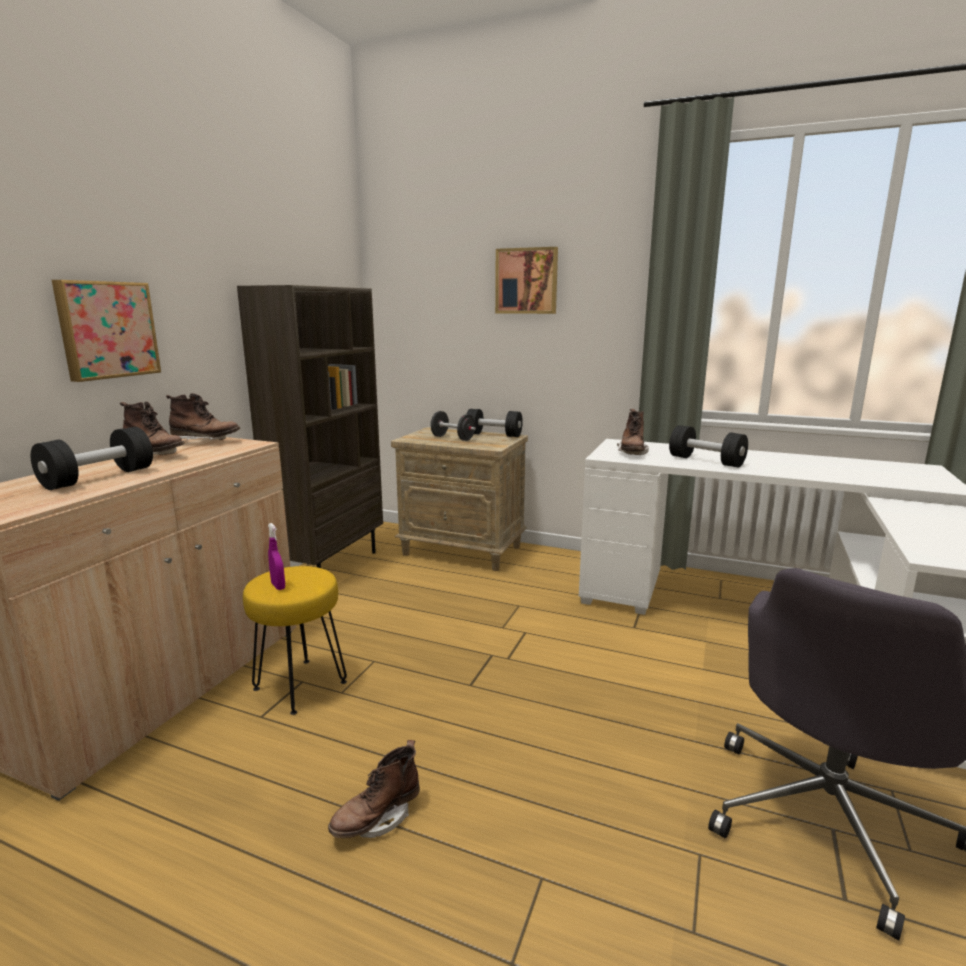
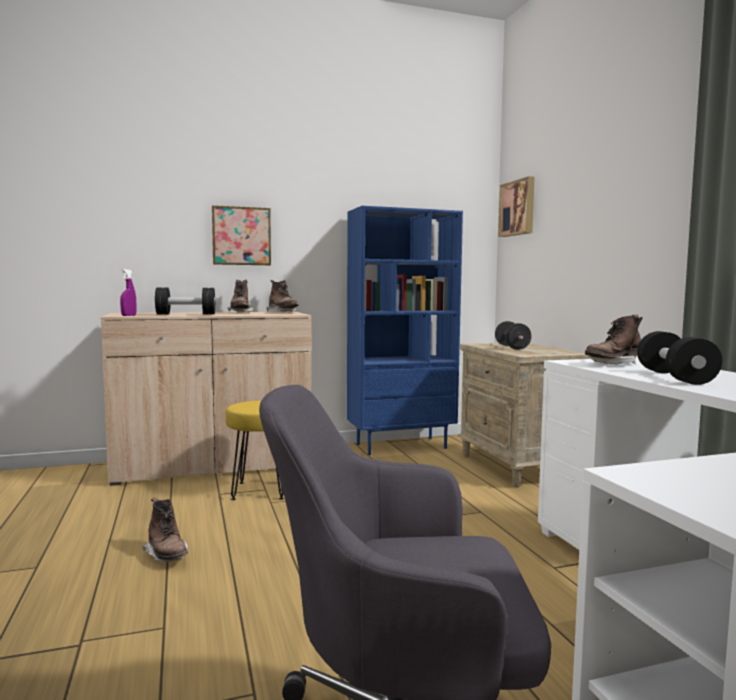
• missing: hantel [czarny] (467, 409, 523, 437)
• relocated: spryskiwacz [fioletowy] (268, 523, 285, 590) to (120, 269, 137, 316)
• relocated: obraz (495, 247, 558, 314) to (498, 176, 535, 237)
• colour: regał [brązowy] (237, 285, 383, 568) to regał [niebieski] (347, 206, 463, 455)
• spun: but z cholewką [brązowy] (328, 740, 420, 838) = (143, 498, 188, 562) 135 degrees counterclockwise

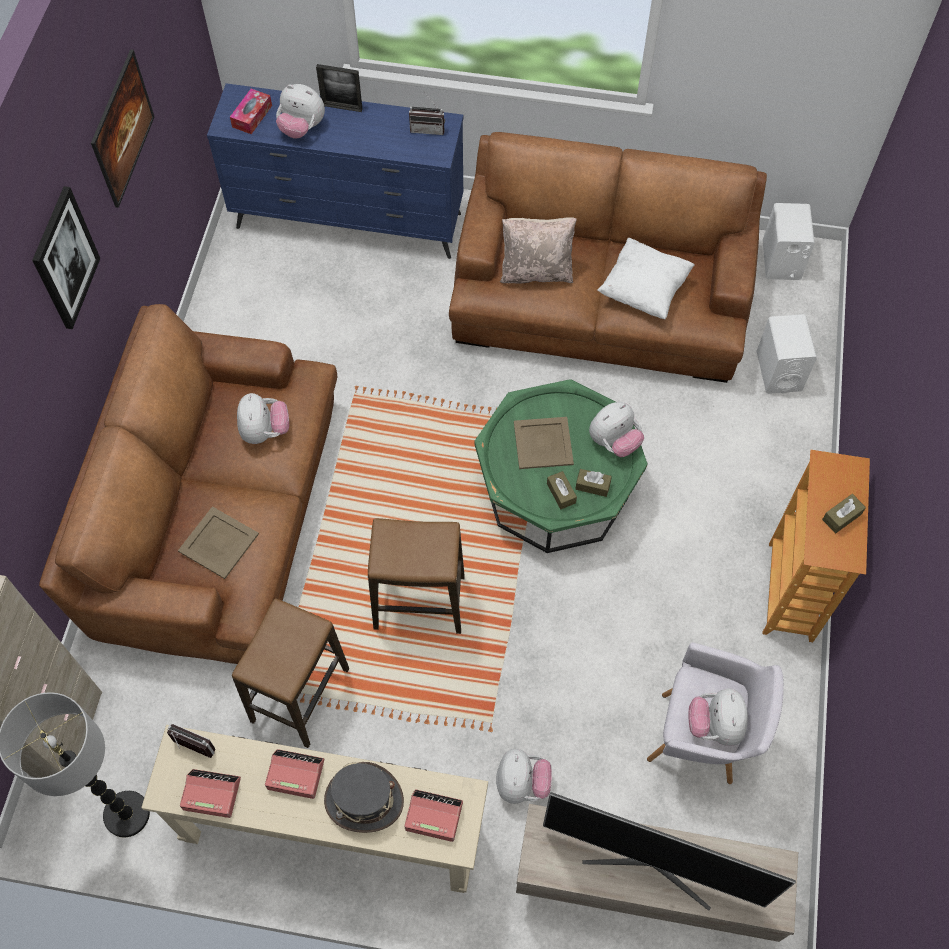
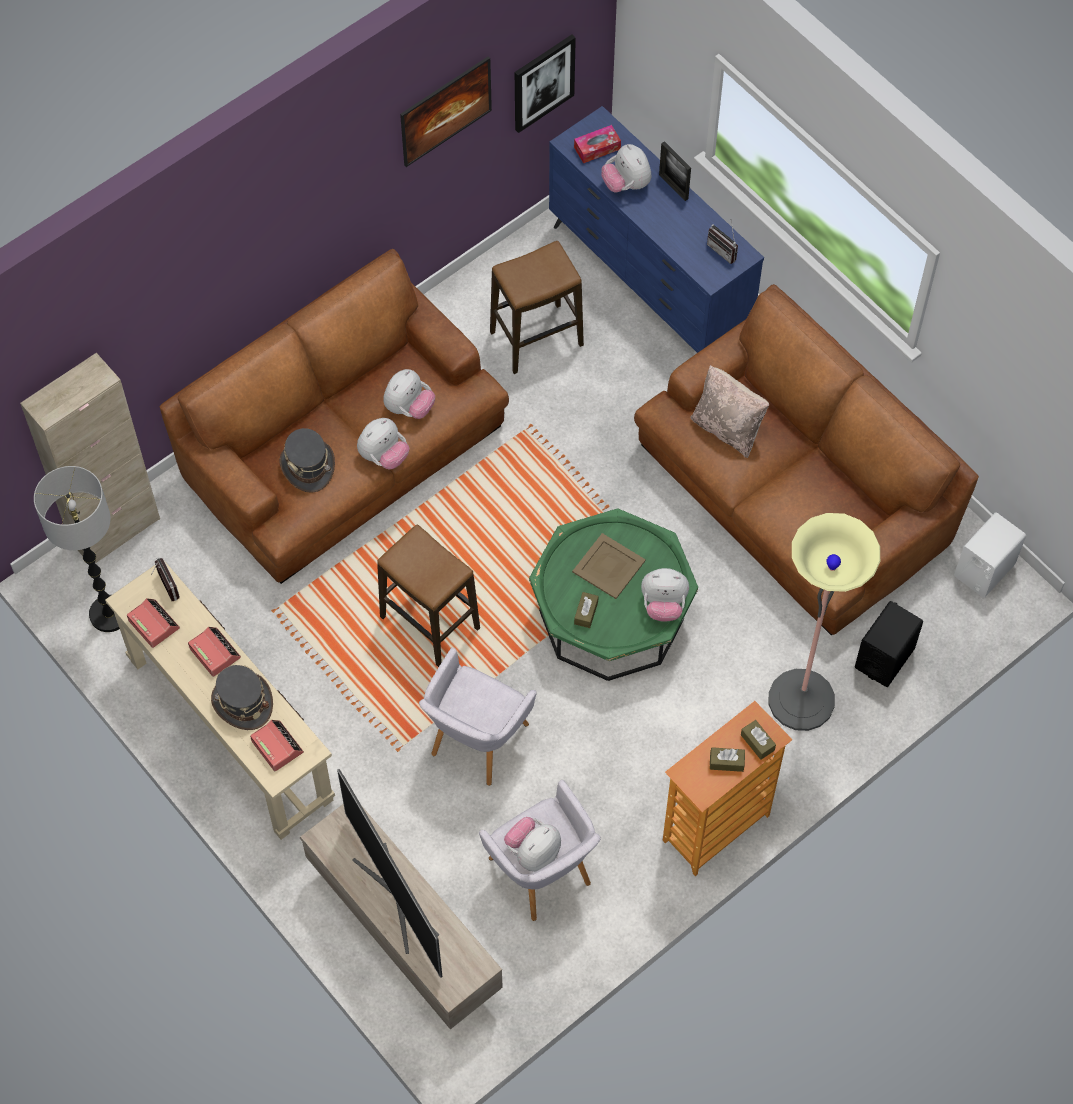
• missing: poduszka [biały] (597, 238, 694, 319)
• appeared: fotel [szary] (419, 648, 537, 786)
• appeared: lampa stojąca (769, 513, 880, 731)
• relocated: obraz (32, 186, 100, 329) to (515, 35, 576, 133)
• relocated: stołek (232, 599, 349, 748) to (490, 241, 584, 374)
• relocated: pluszak (496, 749, 552, 804) to (357, 418, 410, 469)
• relocated: pudełko chusteczek [brązowy] (575, 469, 612, 497) to (741, 720, 776, 760)
• exchanged: taca [beżowy] (178, 506, 259, 579) to kapelusz [szary] (279, 428, 335, 493)
• colour: głośnik [biały] (756, 314, 817, 394) to głośnik [czarny] (855, 601, 923, 687)

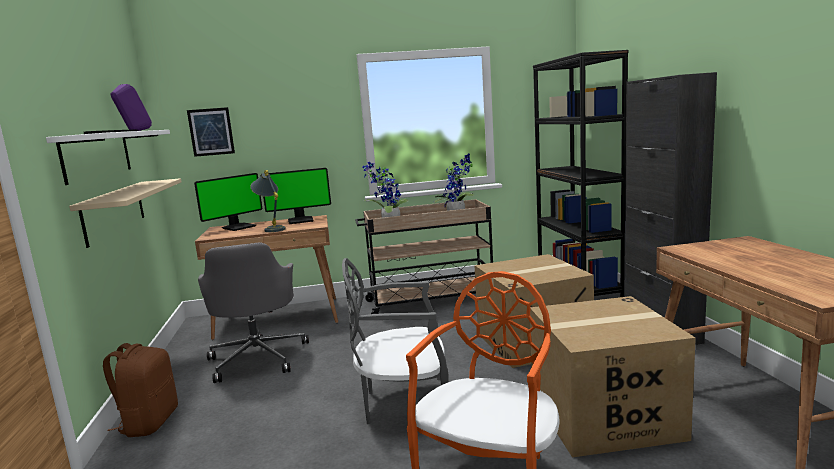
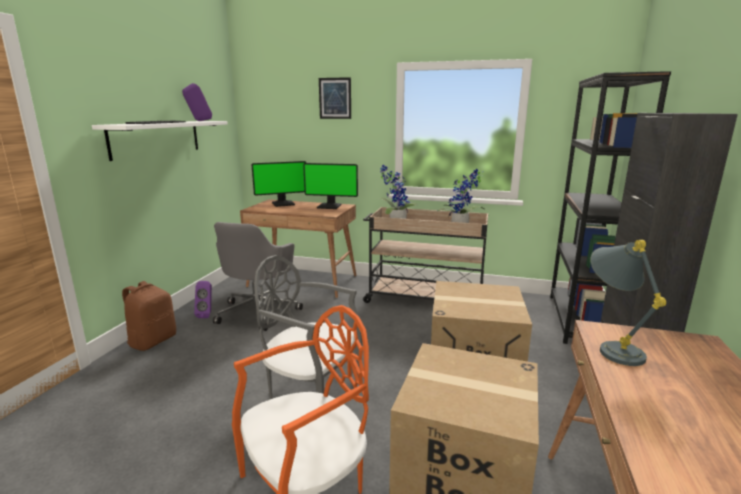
• missing: półka [beżowy] (69, 178, 182, 248)
• appeared: głośnik [fioletowy] (194, 281, 212, 318)
• relocated: obraz (187, 107, 235, 157) to (319, 77, 351, 119)
• relocated: lampa stołowa [szary] (250, 170, 286, 232) to (590, 240, 666, 366)

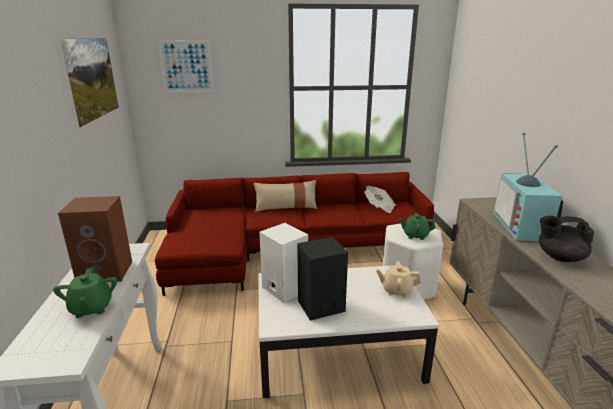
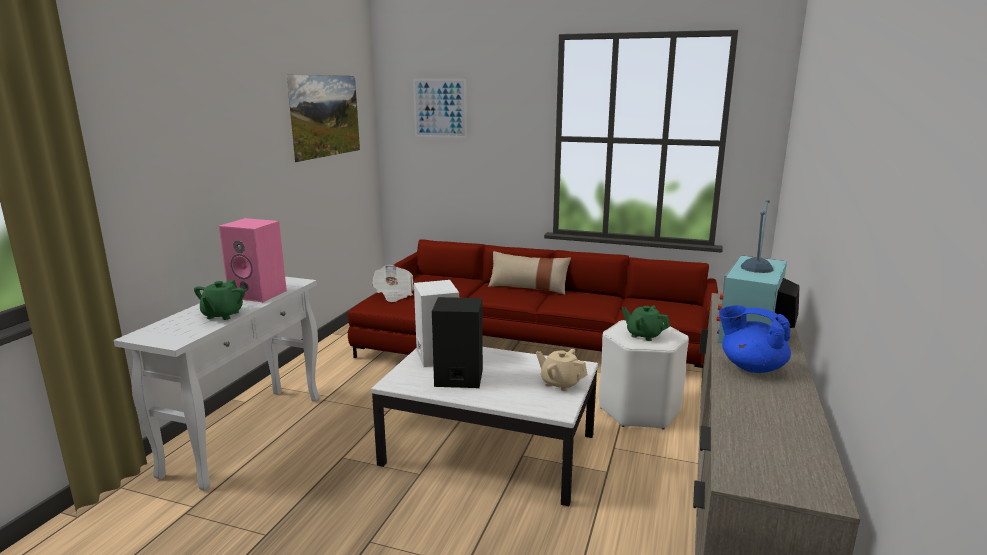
• relocated: gazeta (365, 186, 396, 213) to (372, 265, 414, 302)
• colour: głośnik [brązowy] (58, 196, 132, 282) to głośnik [różowy] (219, 218, 287, 302)
• colour: imbryk [czarny] (539, 216, 594, 262) to imbryk [niebieski] (719, 305, 791, 373)

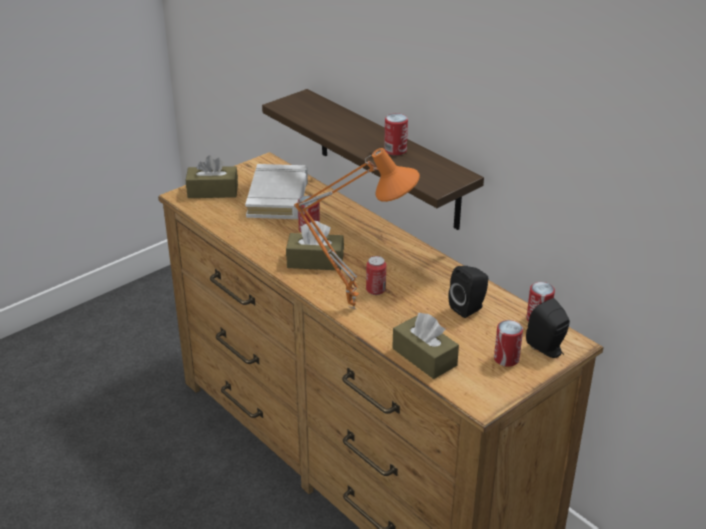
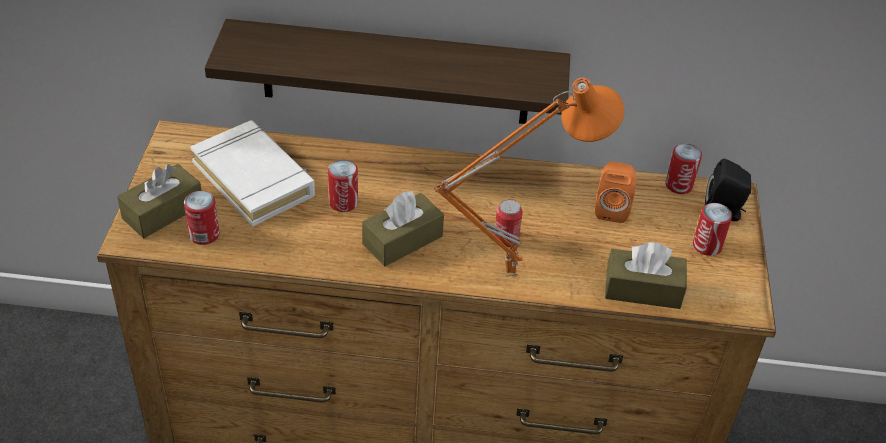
• relocated: puszka (384, 113, 408, 155) to (184, 191, 219, 245)
• colour: głośnik [czarny] (448, 266, 488, 318) to głośnik [pomarańczowy] (595, 161, 636, 223)

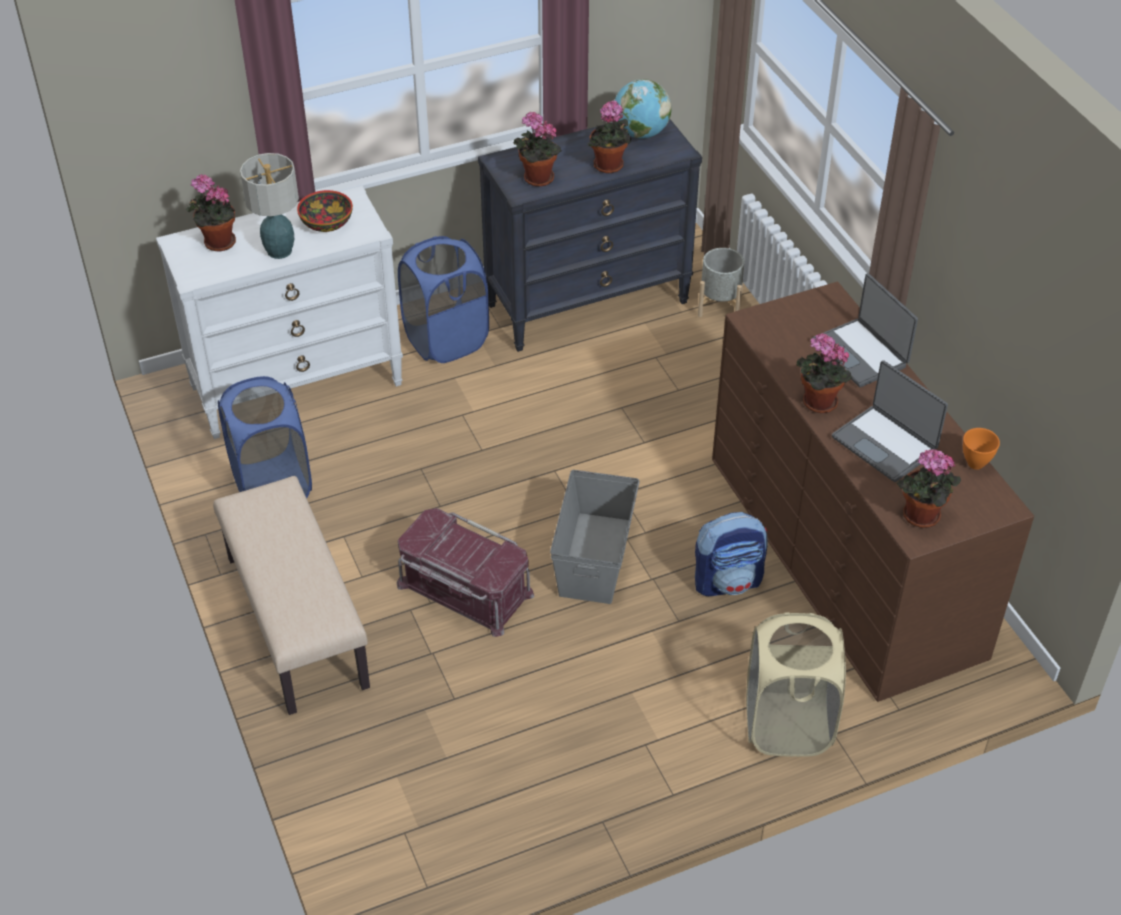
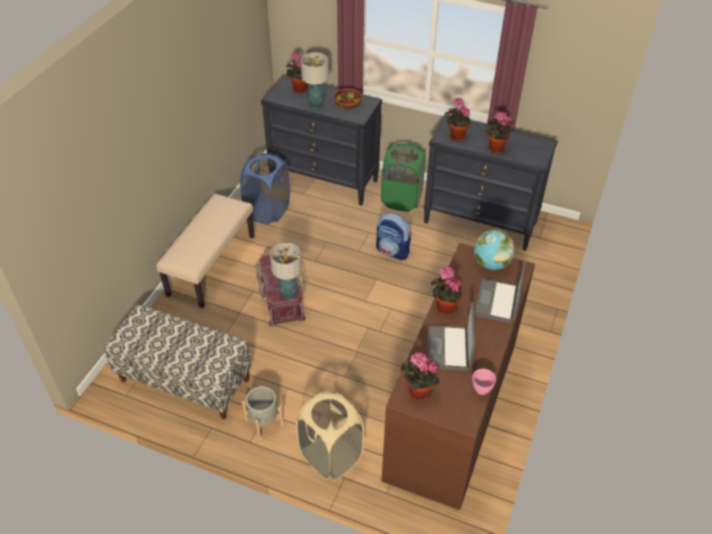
• missing: pojemnik do przechowywania [szary] (550, 470, 639, 604)
• appeared: ławka (104, 305, 252, 419)
• appeared: lampa stołowa (270, 243, 302, 299)
• relocated: globus (615, 79, 672, 138) to (474, 230, 515, 270)
• relocated: plecak (695, 512, 768, 596) to (376, 213, 411, 261)
• relocated: donica [szary] (698, 248, 745, 317) to (242, 386, 284, 439)
• colour: komoda [biały] (156, 186, 403, 439) to komoda [czarny] (261, 76, 382, 206)
• colour: kosz na pranie [niebieski] (398, 236, 489, 363) to kosz na pranie [zielony] (381, 143, 426, 212)
• colour: miska [pomarańczowy] (963, 428, 1000, 470) to miska [różowy] (472, 369, 496, 395)

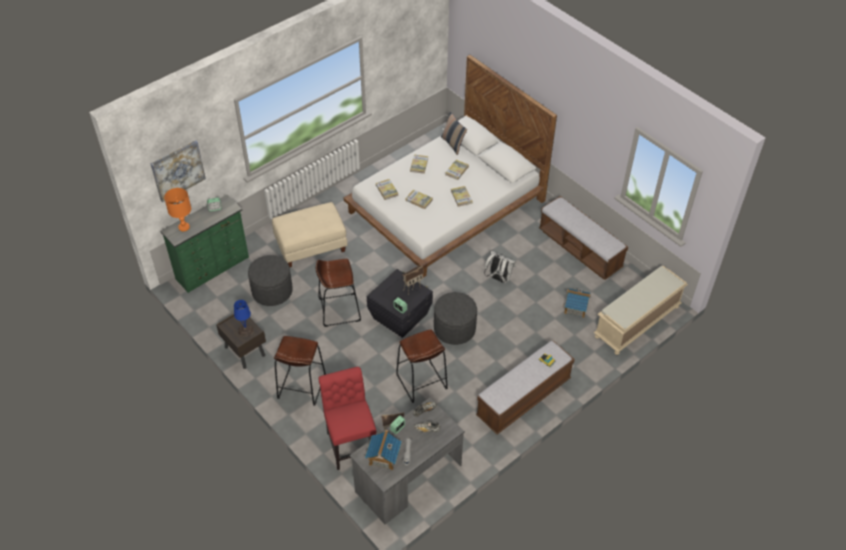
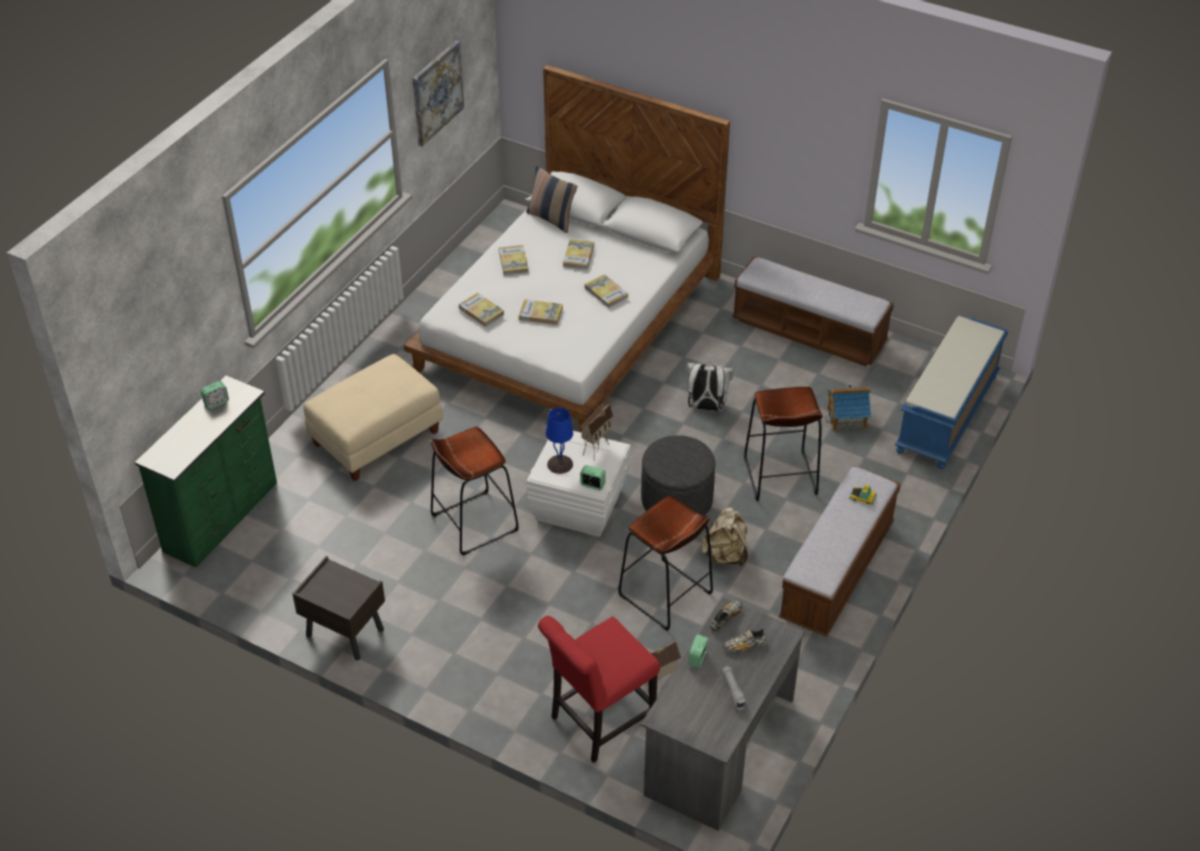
• missing: lampa stołowa [pomarańczowy] (164, 188, 191, 231)
• missing: pufa [szary] (248, 255, 293, 306)
• missing: domek (365, 430, 402, 470)
• appeared: plecak [beżowy] (701, 507, 748, 566)
• relocated: obraz (150, 140, 206, 202) to (412, 41, 464, 146)
• relocated: lampa stołowa [niebieski] (234, 300, 254, 337) to (546, 408, 573, 474)
• relocated: stołek [brązowy] (274, 336, 326, 406) to (744, 387, 823, 501)
• colour: pojemnik do przechowywania [czarny] (367, 269, 433, 338) to pojemnik do przechowywania [biały] (527, 431, 631, 537)
• colour: ławka [beżowy] (593, 266, 688, 355) to ławka [niebieski] (895, 316, 1008, 469)
• spun: krzesło [czerwony] (318, 367, 376, 470) = (538, 616, 660, 763) 90 degrees counterclockwise

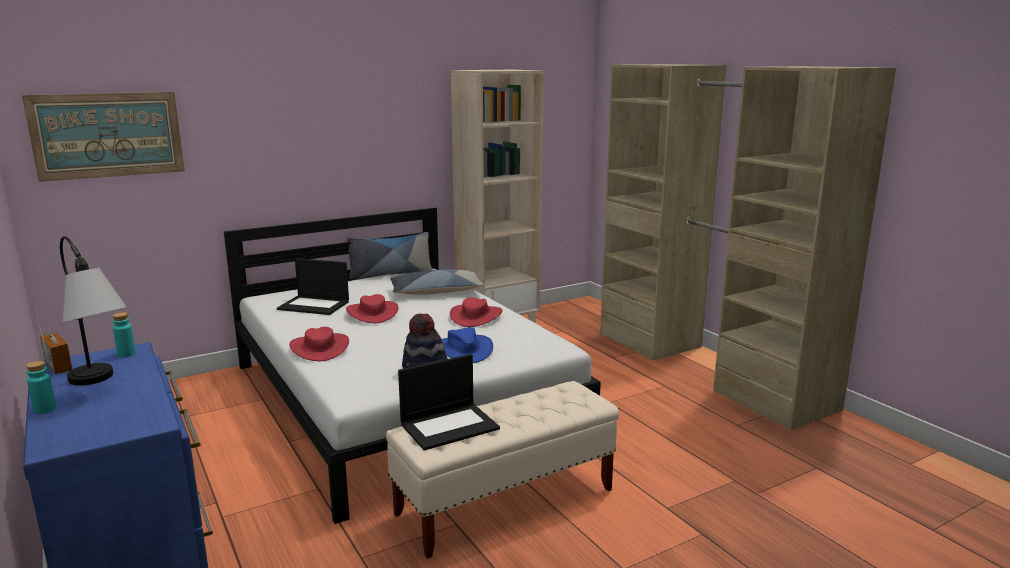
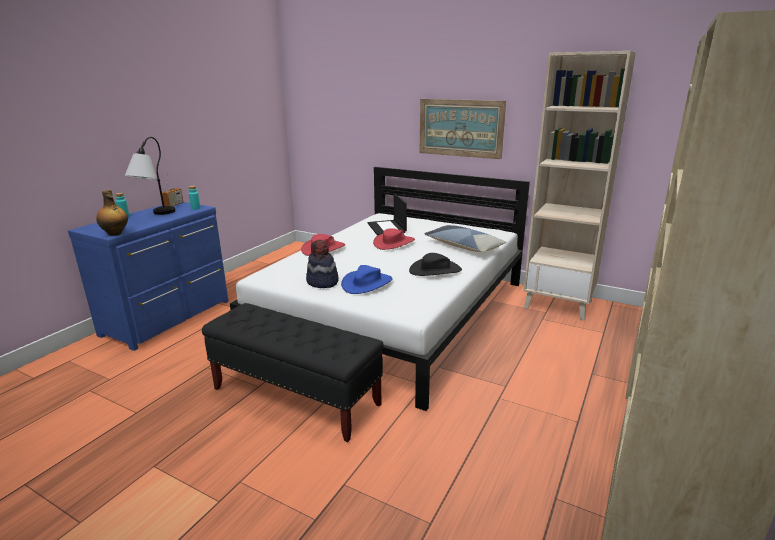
• missing: poduszka (347, 232, 432, 280)
• missing: laptop (398, 354, 500, 451)
• appeared: butelka (96, 190, 128, 236)
• relocated: obraz (22, 92, 185, 182) to (420, 99, 506, 159)
• colour: ławka [beżowy] (386, 381, 619, 559) to ławka [czarny] (202, 303, 383, 442)
• colour: kapelusz [czerwony] (450, 298, 503, 327) to kapelusz [czarny] (409, 253, 462, 276)

